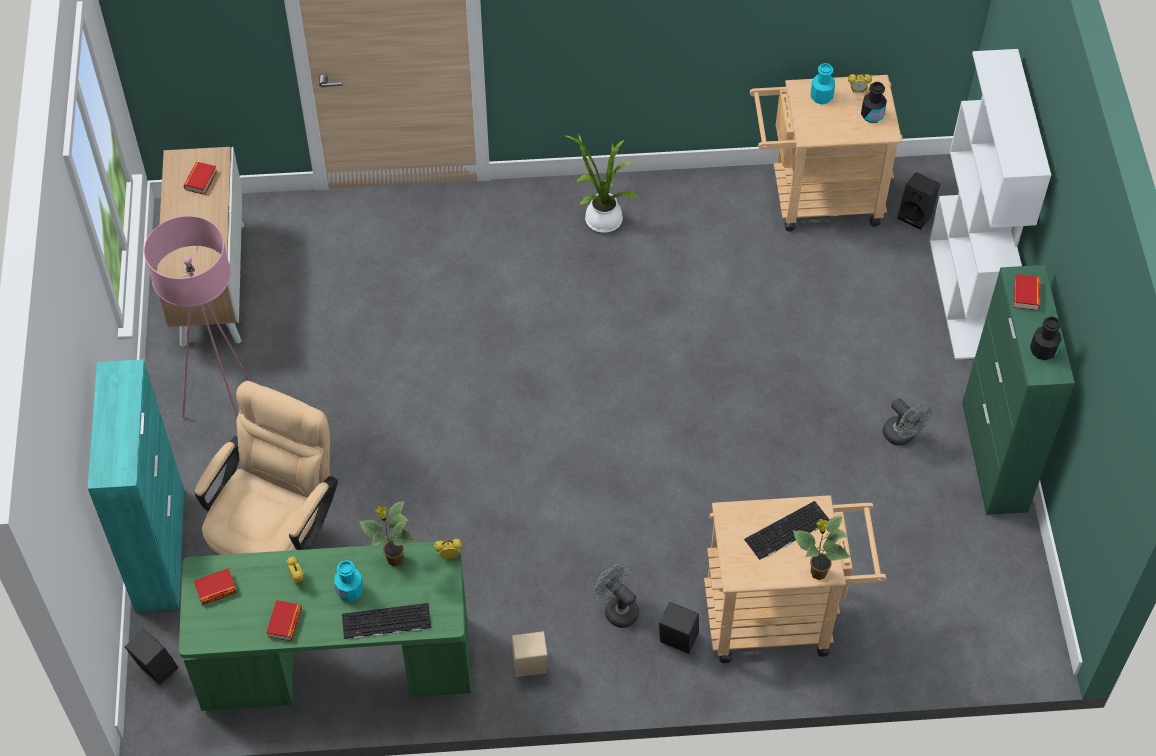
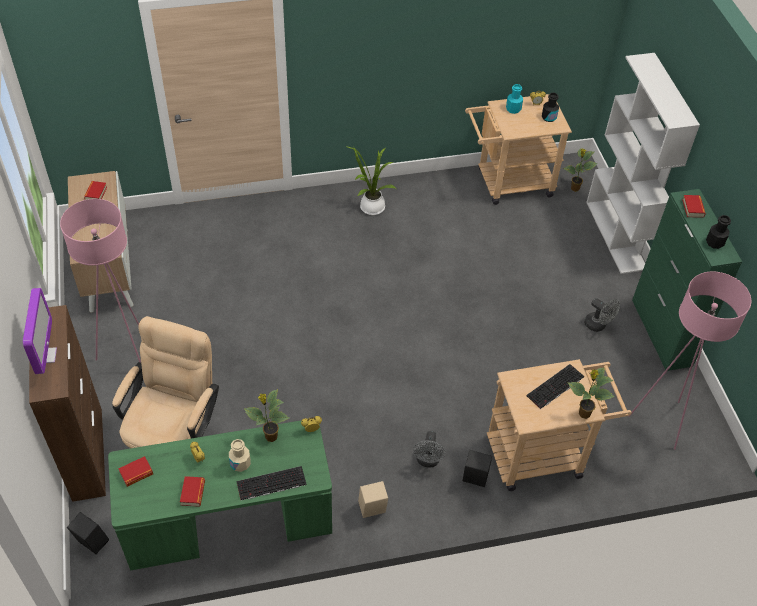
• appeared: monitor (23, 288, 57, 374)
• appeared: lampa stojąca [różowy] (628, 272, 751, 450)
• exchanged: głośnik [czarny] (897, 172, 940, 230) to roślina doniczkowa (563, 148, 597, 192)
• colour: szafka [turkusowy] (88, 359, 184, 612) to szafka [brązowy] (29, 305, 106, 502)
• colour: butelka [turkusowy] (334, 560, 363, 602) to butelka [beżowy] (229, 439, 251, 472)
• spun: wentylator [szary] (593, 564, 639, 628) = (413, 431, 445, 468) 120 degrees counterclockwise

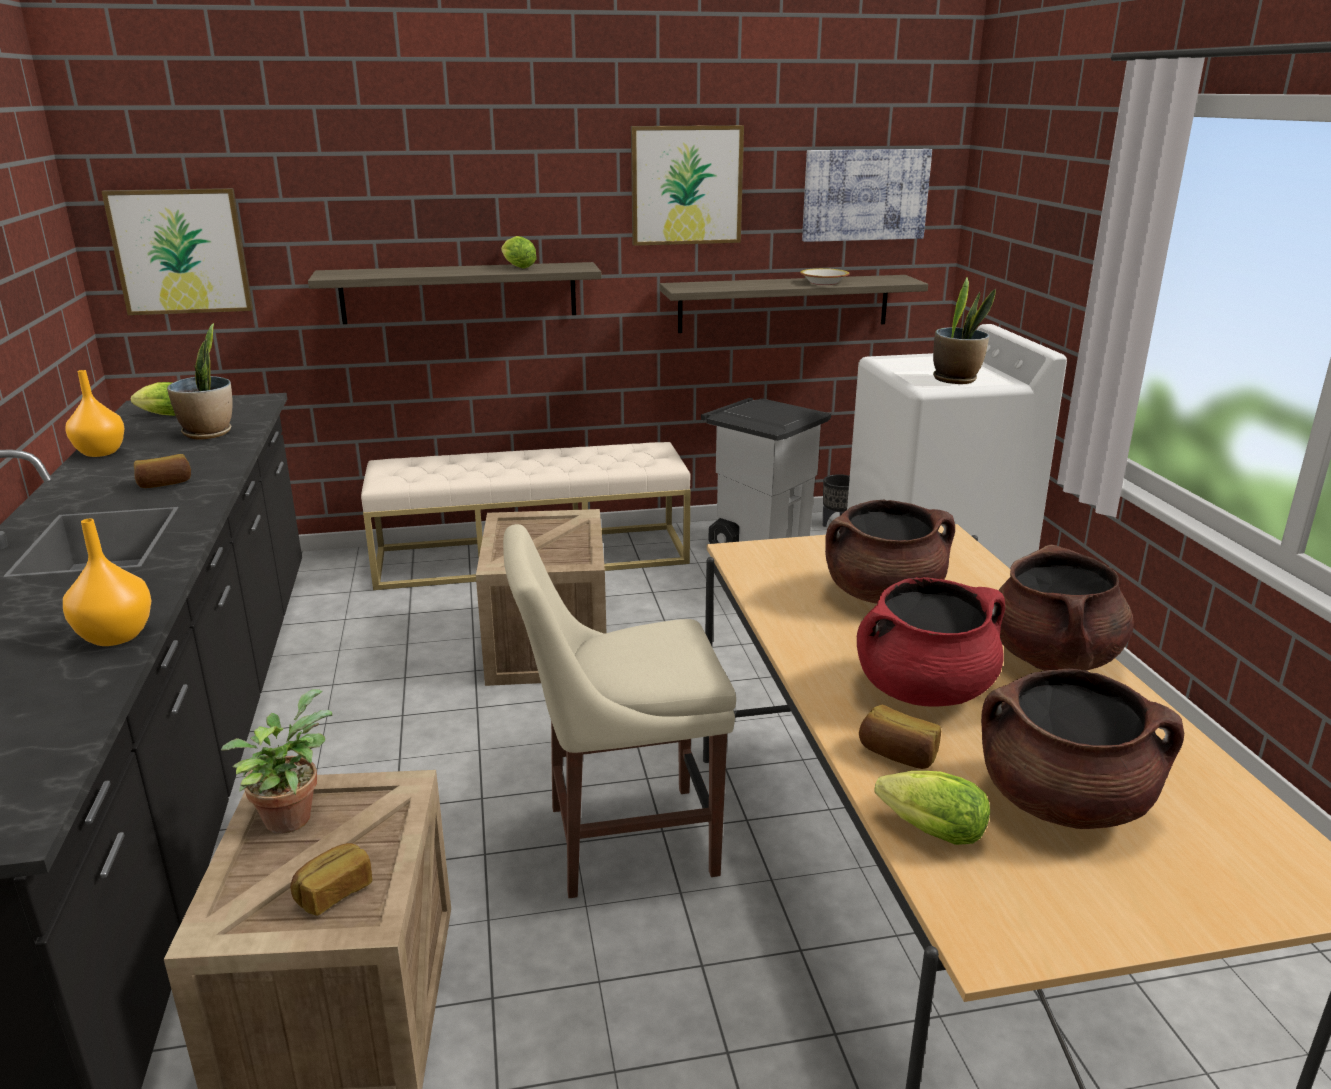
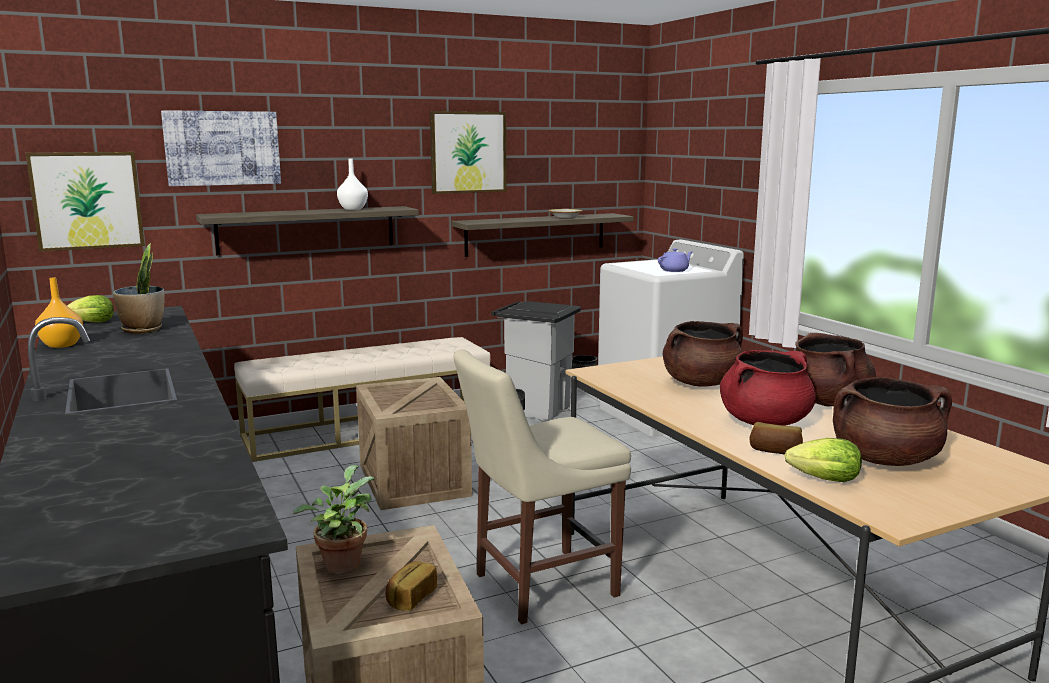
• missing: wazon [pomarańczowy] (63, 519, 151, 646)
• missing: chleb (134, 454, 191, 488)
• relocated: obraz (802, 149, 932, 242) to (161, 110, 281, 186)
• exchanged: sałata (501, 236, 537, 268) to wazon [biały] (337, 159, 368, 210)
• exchanged: roślina doniczkowa (933, 277, 996, 384) to imbryk [fioletowy] (658, 248, 693, 272)

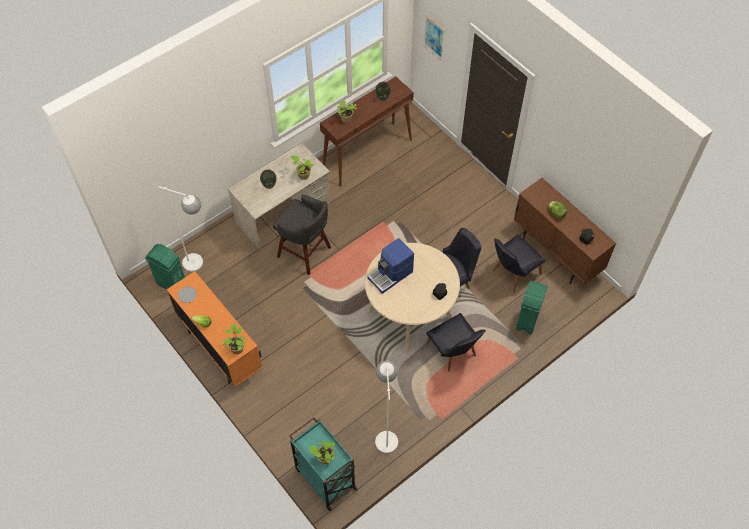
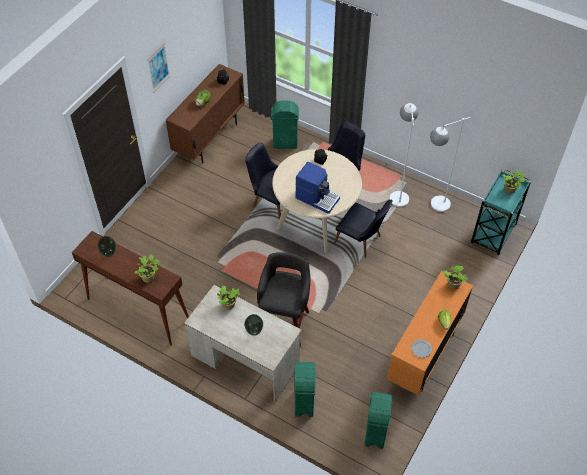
• appeared: kosz na śmieci [zielony] (294, 362, 316, 417)
• relocated: lampa stojąca [biały] (158, 186, 203, 272) to (389, 103, 419, 207)
• relocated: obraz (423, 14, 445, 61) to (147, 43, 170, 93)
• relocated: krzesło [czarny] (493, 234, 545, 292) to (334, 199, 392, 258)

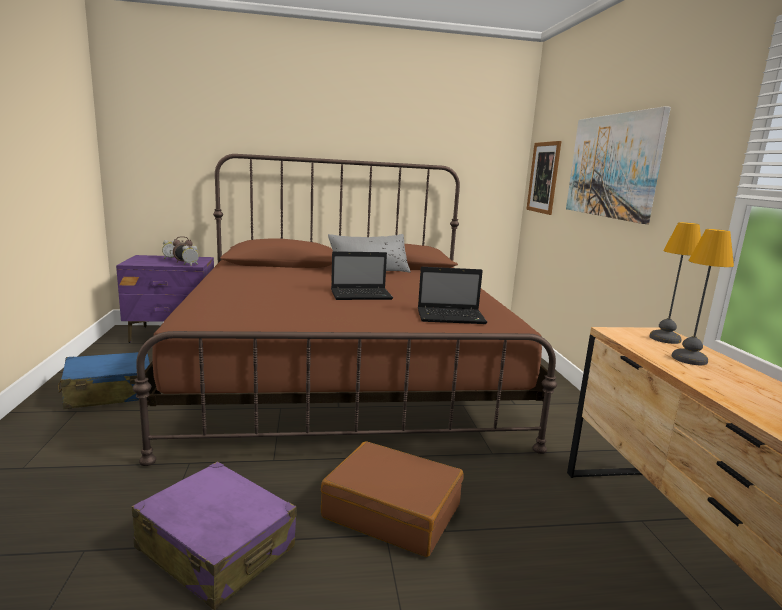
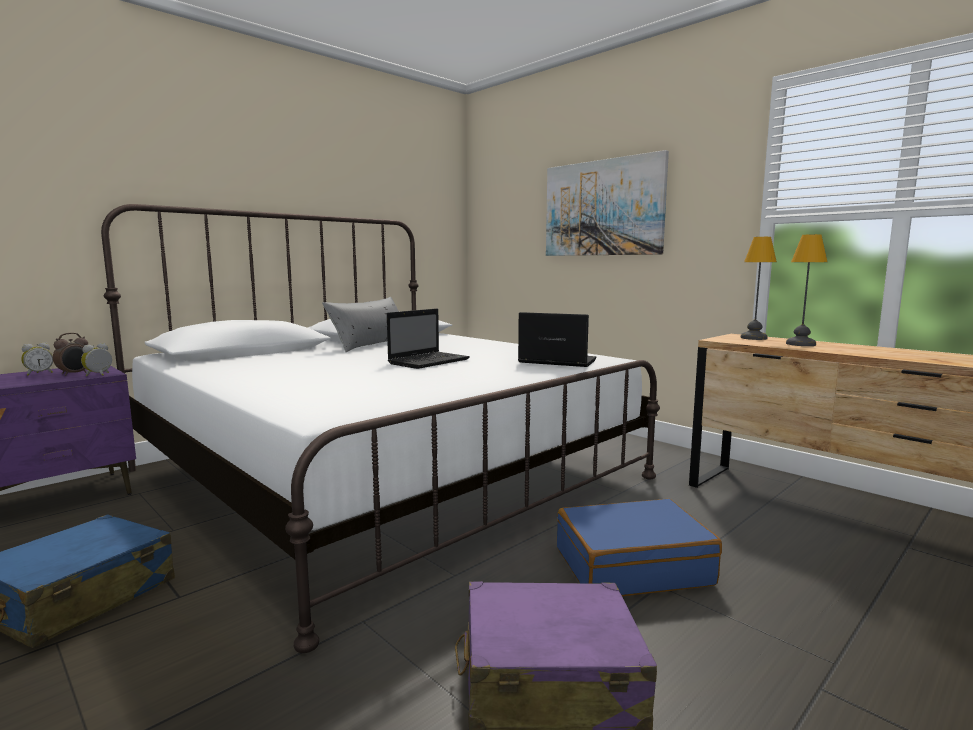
• missing: obraz (526, 141, 561, 215)
• colour: łóżko [brązowy] (133, 154, 557, 466) to łóżko [biały] (101, 204, 660, 653)
• colour: walizka [brązowy] (321, 441, 463, 557) to walizka [niebieski] (557, 498, 722, 596)
• spun: laptop (418, 267, 487, 324) = (518, 312, 597, 367) 120 degrees counterclockwise

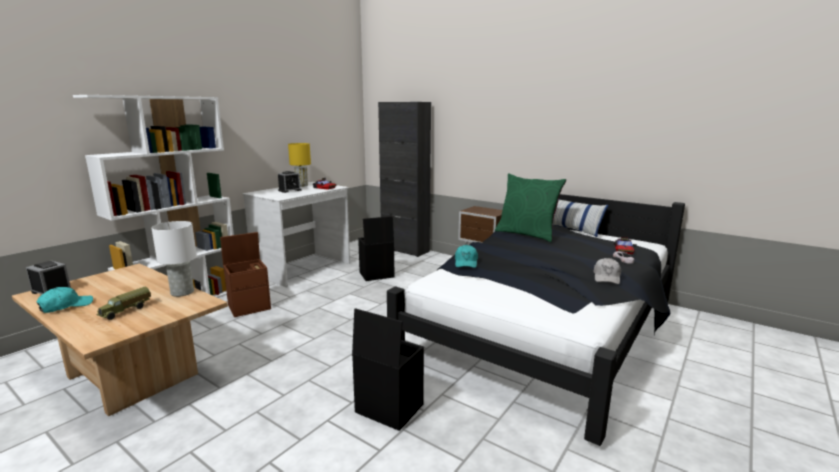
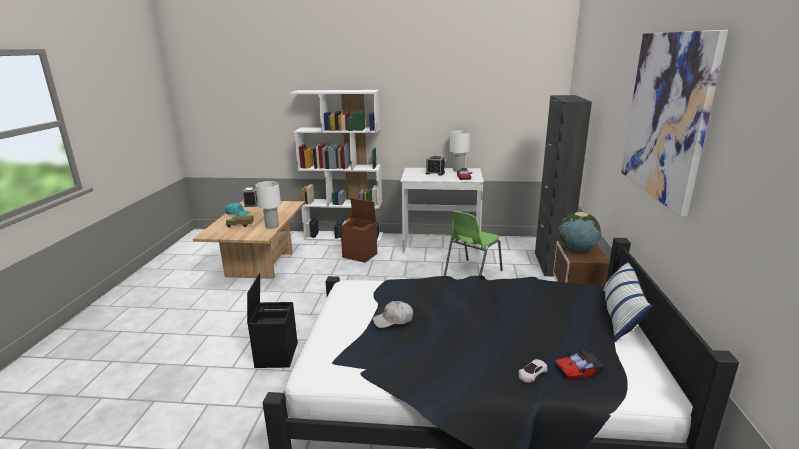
• missing: czapka z daszkiem [turkusowy] (455, 245, 478, 268)
• missing: poduszka [zielony] (495, 173, 566, 242)
• appeared: globus (558, 212, 601, 252)
• appeared: obraz (621, 30, 728, 217)
• relocated: czapka z daszkiem [biały] (593, 258, 621, 284) to (373, 301, 413, 328)
• exchanged: pojemnik do przechowywania [czarny] (358, 216, 395, 281) to krzesło [zielony] (444, 211, 503, 276)
• colour: lampa stołowa [żółty] (288, 143, 311, 187) to lampa stołowa [biały] (450, 130, 470, 172)

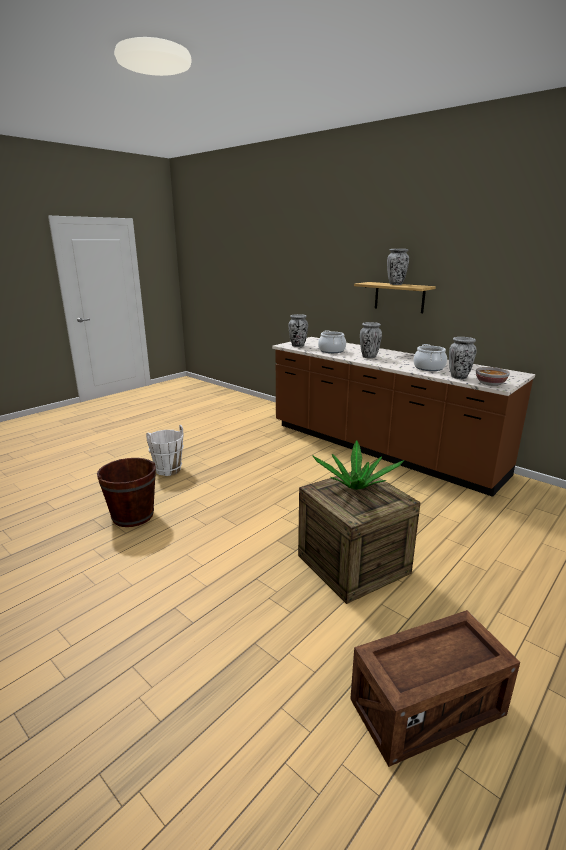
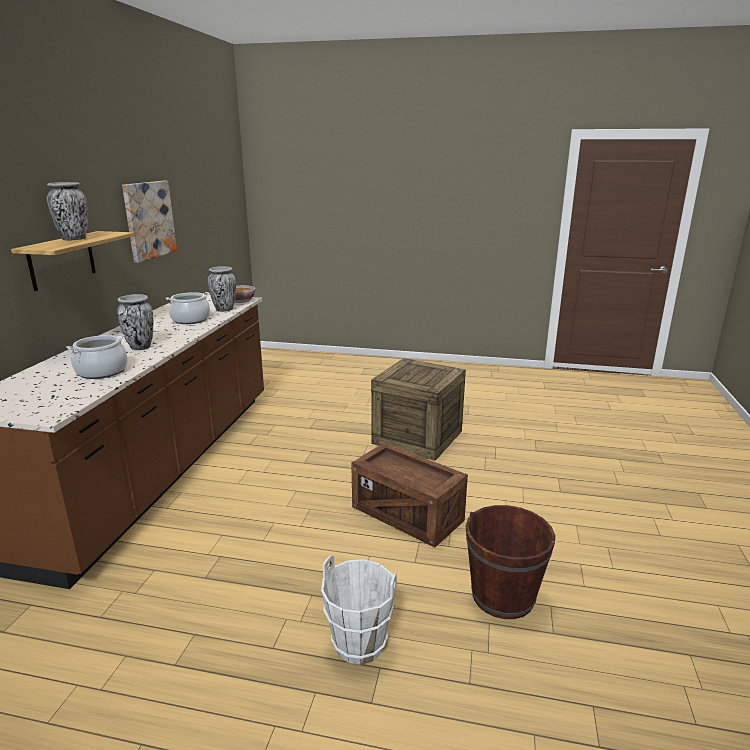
• missing: wazon (288, 314, 308, 347)
• missing: roślina doniczkowa (312, 440, 404, 490)
• appeared: obraz (122, 181, 177, 263)
• relocated: skrzynka (350, 610, 520, 767) to (351, 443, 468, 547)

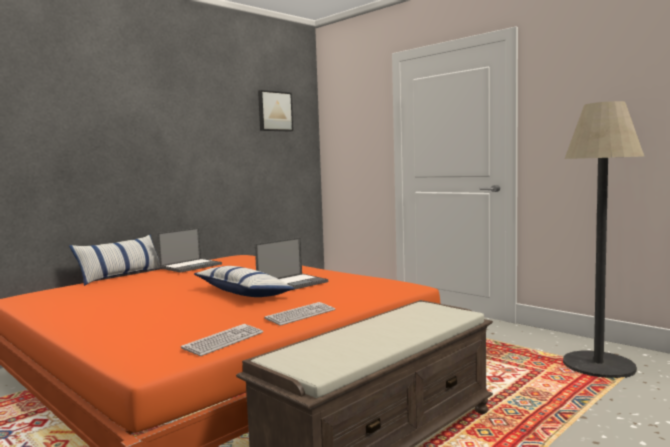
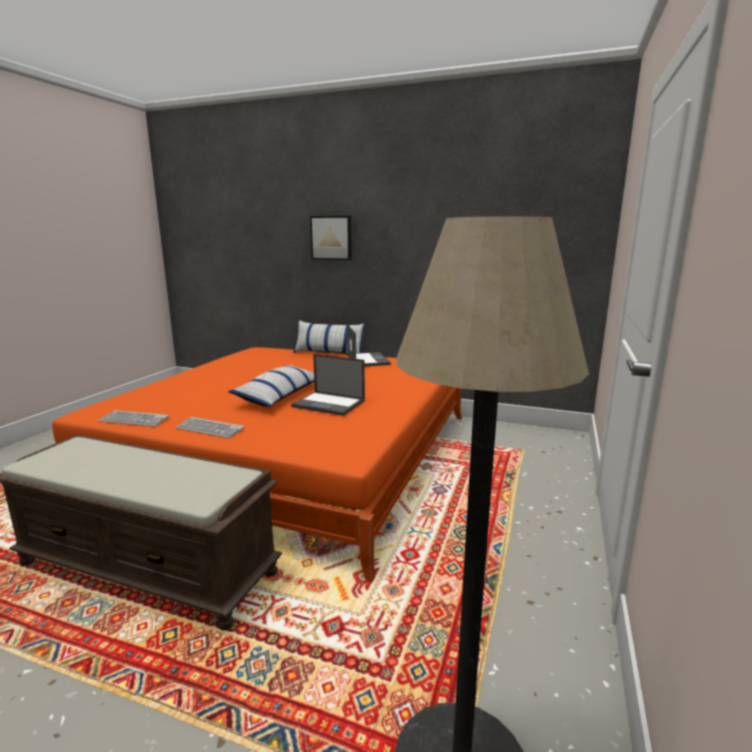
• relocated: obraz (258, 90, 293, 131) to (310, 216, 352, 260)
• spun: laptop (157, 227, 222, 273) = (347, 324, 391, 366) 120 degrees counterclockwise

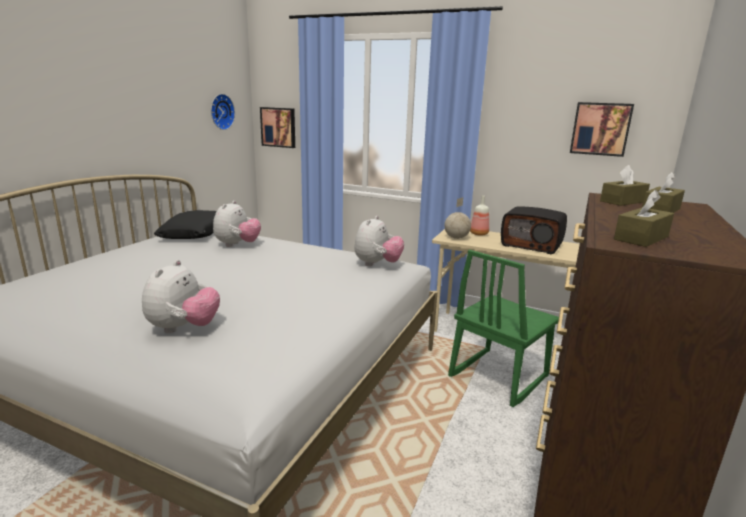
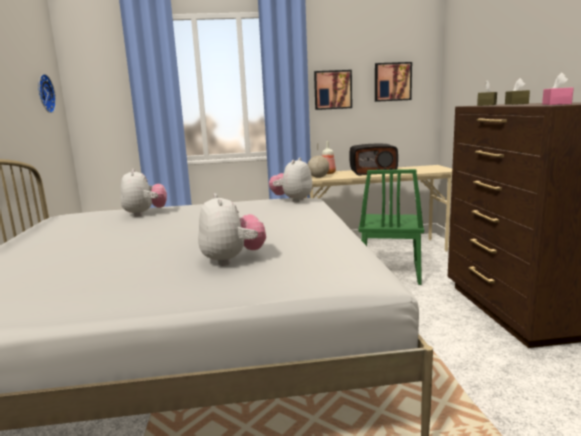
• missing: poduszka [czarny] (154, 210, 217, 239)
• relocated: obraz (260, 107, 295, 148) to (314, 70, 352, 110)
• colour: pudełko chusteczek [brązowy] (614, 190, 674, 247) to pudełko chusteczek [różowy] (542, 73, 574, 105)
• spun: pluszak (354, 216, 404, 266) = (269, 158, 312, 202) 150 degrees counterclockwise

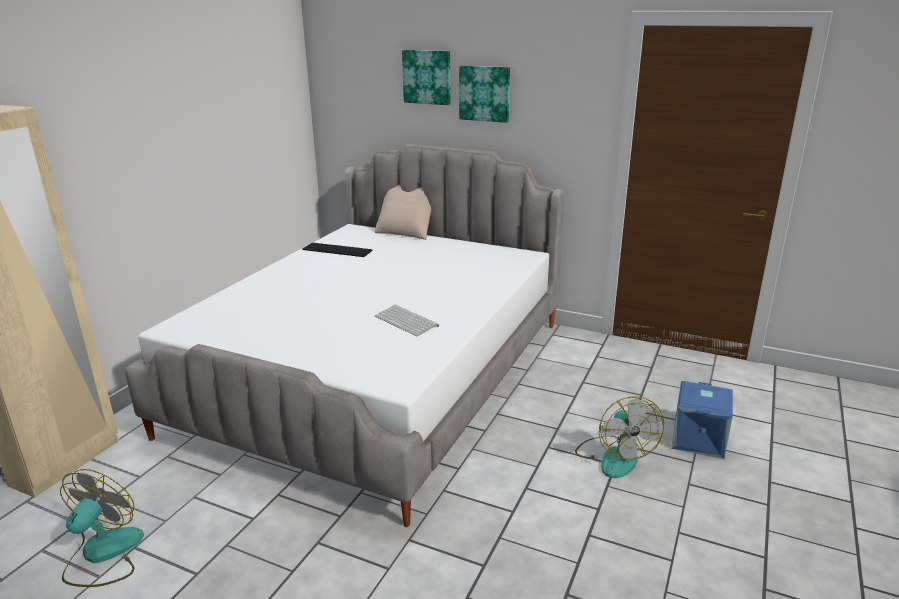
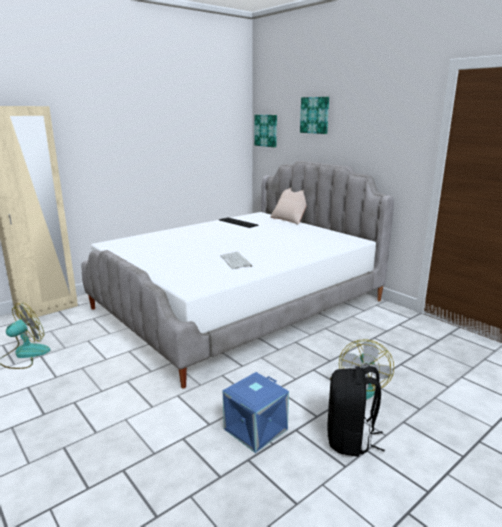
• appeared: plecak [czarny] (327, 366, 385, 457)
• relocated: obraz (459, 65, 510, 123) to (254, 115, 277, 147)
• relocated: pojemnik do przechowywania [niebieski] (671, 381, 733, 459) to (223, 372, 289, 453)

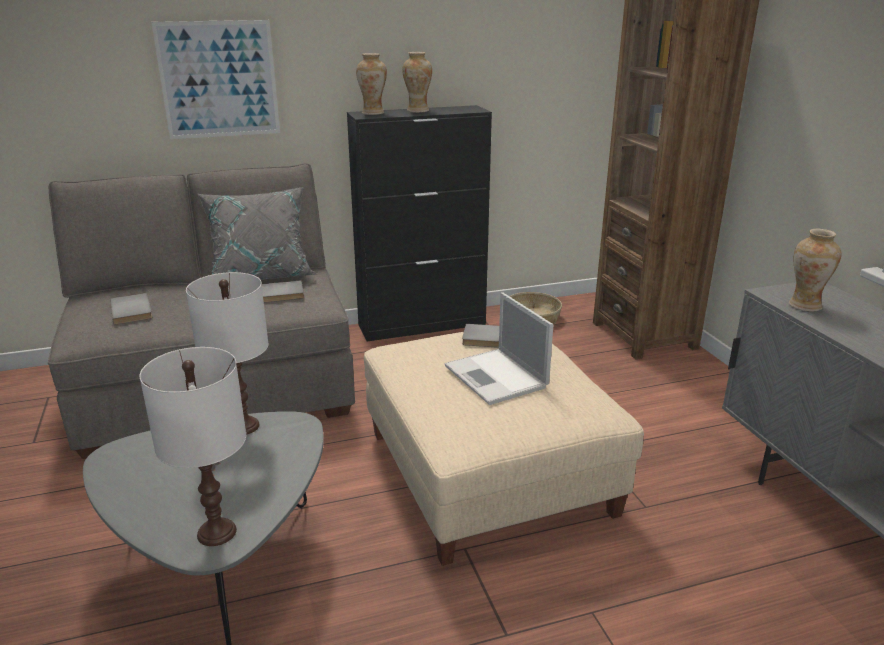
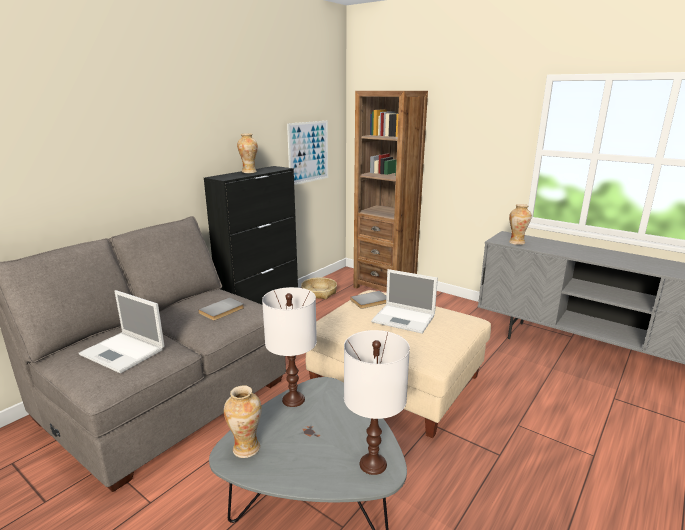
• missing: poduszka [szary] (198, 187, 318, 280)
• relocated: obraz (151, 20, 280, 139) to (287, 121, 328, 185)
• relocated: wazon (356, 53, 387, 115) to (224, 385, 262, 458)
• exchanged: książka [szary] (110, 293, 152, 325) to laptop (79, 290, 164, 373)

